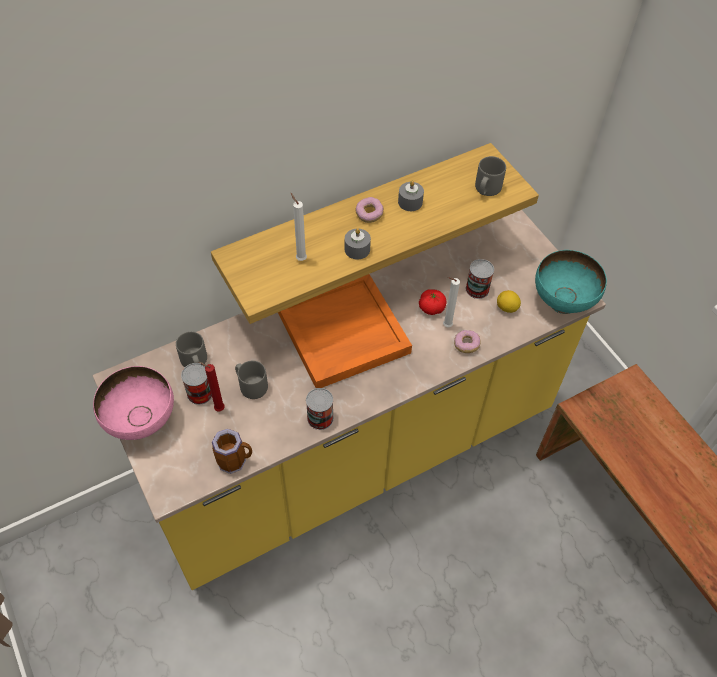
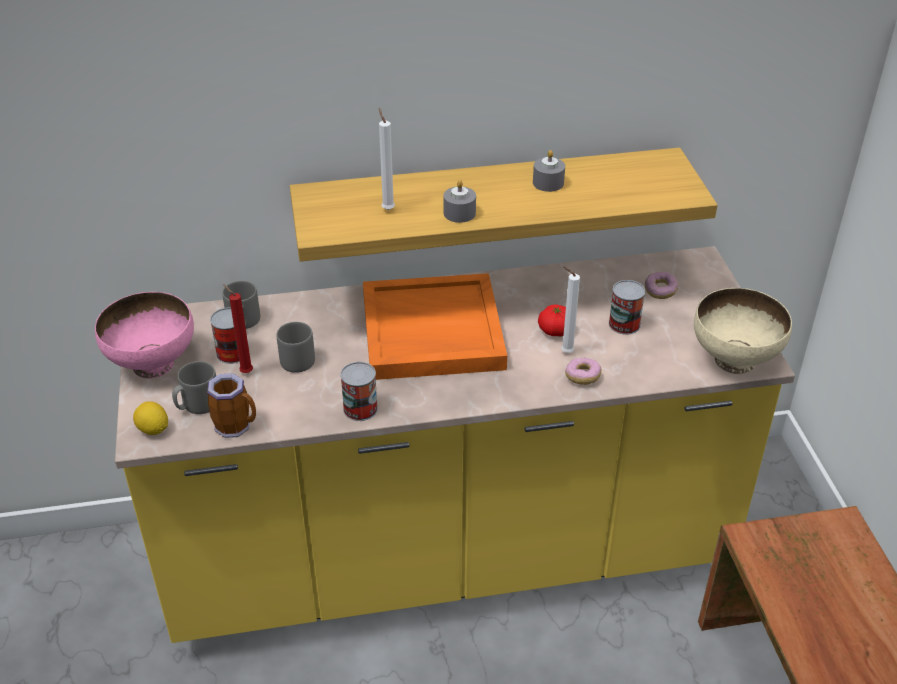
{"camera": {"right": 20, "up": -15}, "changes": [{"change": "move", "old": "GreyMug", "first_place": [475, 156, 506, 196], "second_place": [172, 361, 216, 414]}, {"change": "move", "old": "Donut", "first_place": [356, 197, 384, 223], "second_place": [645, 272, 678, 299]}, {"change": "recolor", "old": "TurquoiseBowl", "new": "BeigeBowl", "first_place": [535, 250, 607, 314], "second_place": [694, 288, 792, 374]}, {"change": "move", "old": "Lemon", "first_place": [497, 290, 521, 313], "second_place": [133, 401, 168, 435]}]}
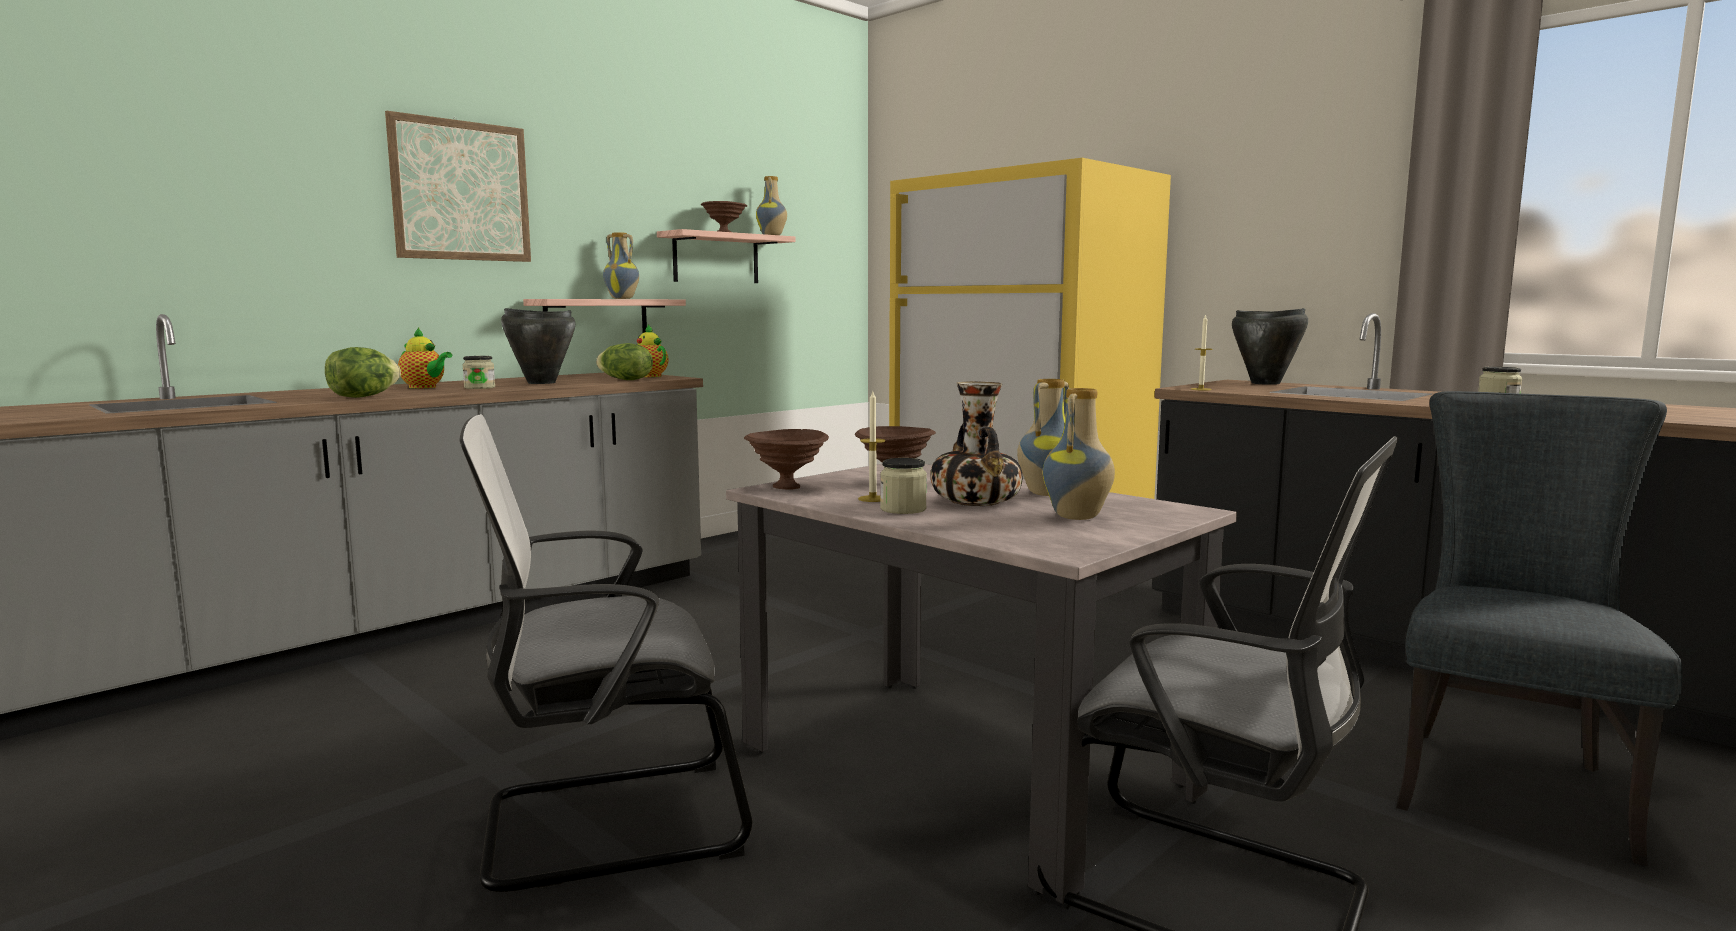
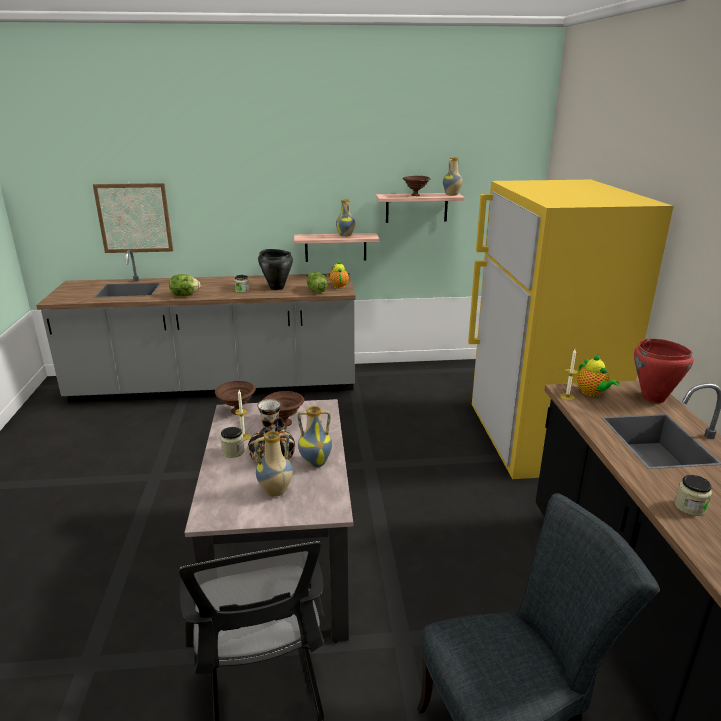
{"camera": {"right": 40, "up": 15}, "changes": [{"change": "move", "old": "Picture", "first_place": [385, 111, 531, 262], "second_place": [93, 183, 173, 253]}, {"change": "recolor", "old": "BlackCookingPot", "new": "RedCookingPot", "first_place": [1232, 308, 1308, 385], "second_place": [634, 339, 693, 403]}, {"change": "move", "old": "Teapot", "first_place": [398, 328, 452, 388], "second_place": [577, 354, 619, 397]}, {"change": "delete", "old": "Chair", "first_place": [460, 414, 753, 892]}]}
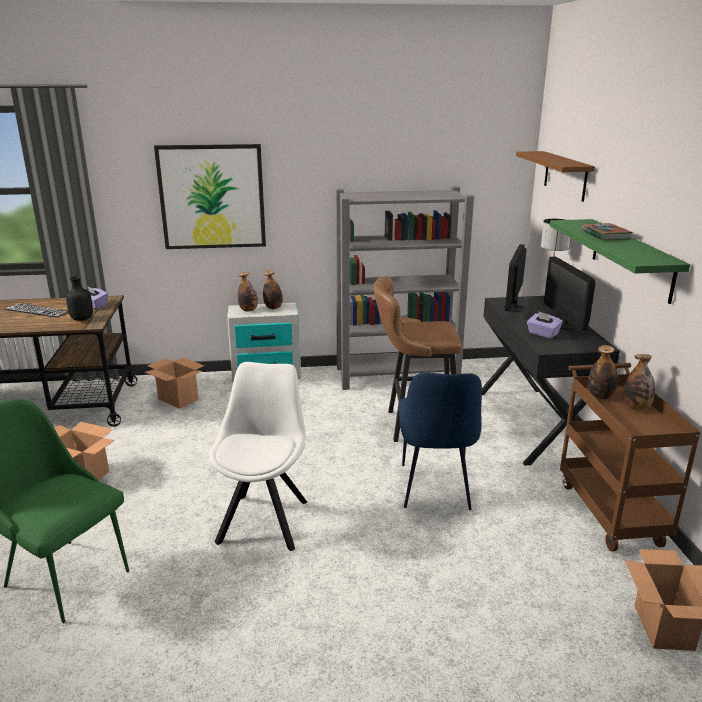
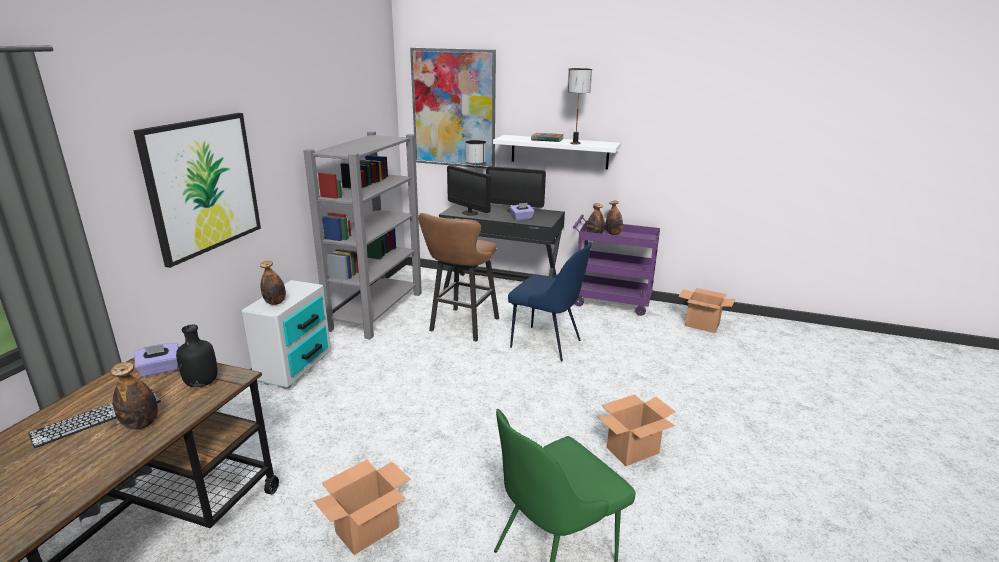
{"camera": {"right": -65, "up": 0}, "changes": [{"change": "replace", "old": "BrownShelf", "new": "Picture", "first_place": [516, 151, 595, 202], "second_place": [410, 48, 496, 169]}, {"change": "recolor", "old": "GreenShelf", "new": "WhiteShelf", "first_place": [550, 219, 690, 304], "second_place": [493, 135, 621, 169]}, {"change": "move", "old": "Bottle", "first_place": [263, 270, 283, 309], "second_place": [110, 362, 158, 430]}, {"change": "move", "old": "CardboardBox", "first_place": [145, 357, 204, 409], "second_place": [598, 394, 676, 466]}, {"change": "delete", "old": "WhiteChair", "first_place": [209, 362, 307, 551]}, {"change": "recolor", "old": "BrownCart", "new": "PurpleCart", "first_place": [560, 363, 700, 551], "second_place": [573, 214, 660, 316]}, {"change": "insert", "new": "TableLamp", "second_place": [567, 68, 592, 145]}]}
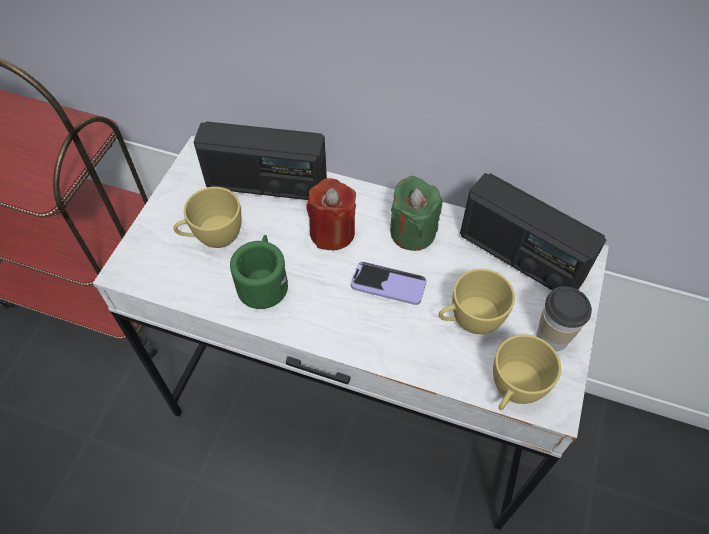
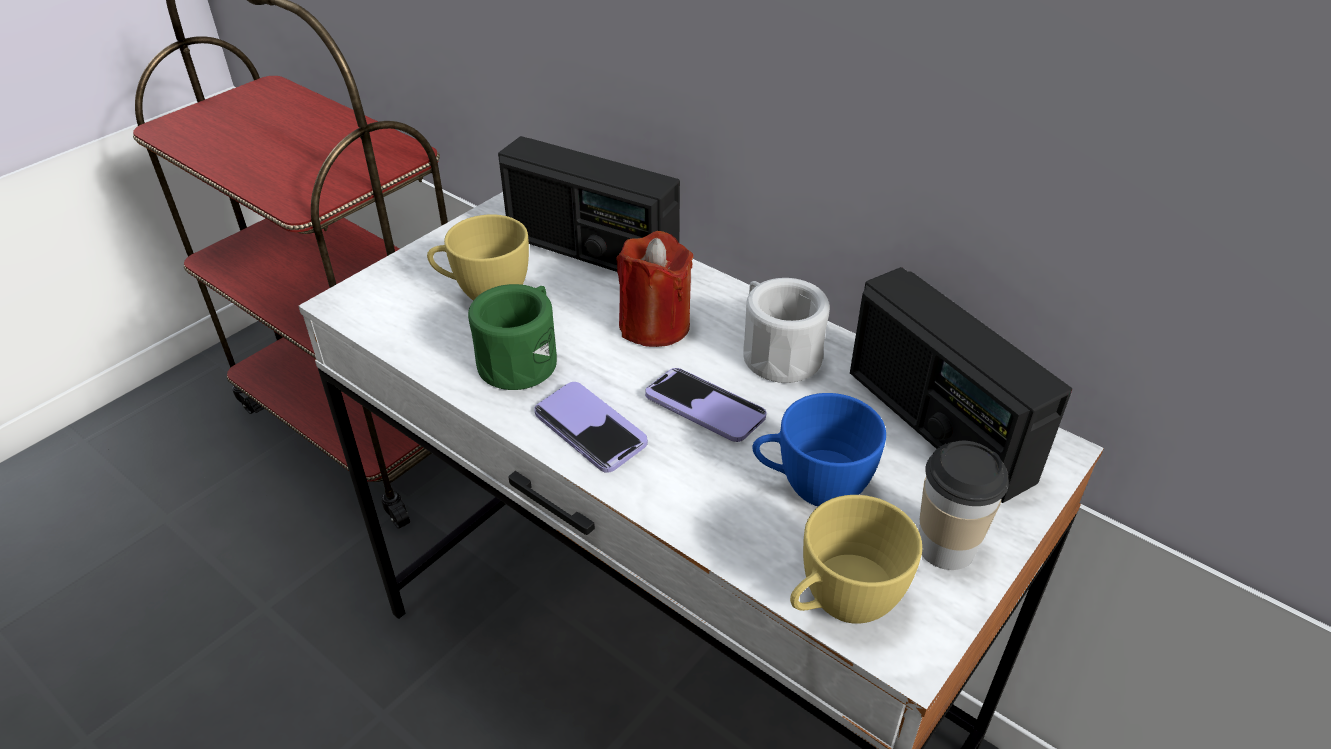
{"camera": {"right": 20, "up": -15}, "changes": [{"change": "replace", "old": "GreenCandle", "new": "WhiteMug", "first_place": [390, 176, 442, 251], "second_place": [743, 278, 830, 383]}, {"change": "recolor", "old": "YellowCup", "new": "BlueCup", "first_place": [439, 269, 515, 334], "second_place": [752, 393, 886, 506]}, {"change": "insert", "new": "Phone", "second_place": [534, 382, 648, 473]}]}
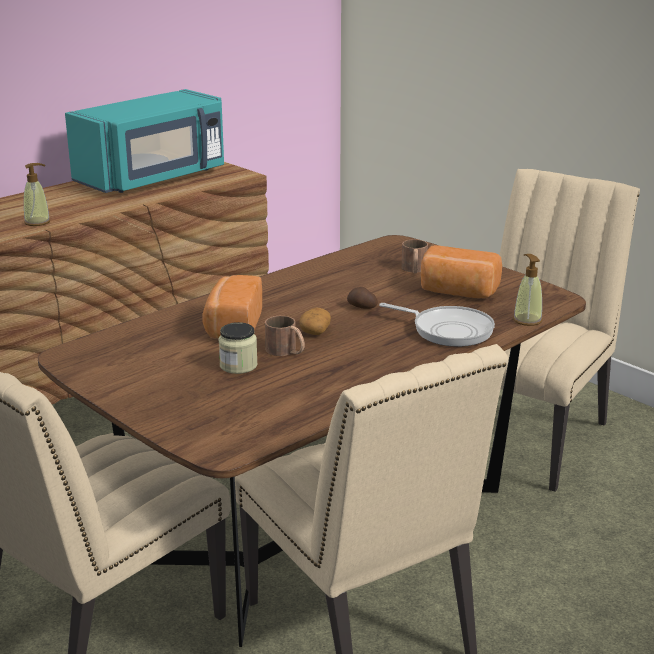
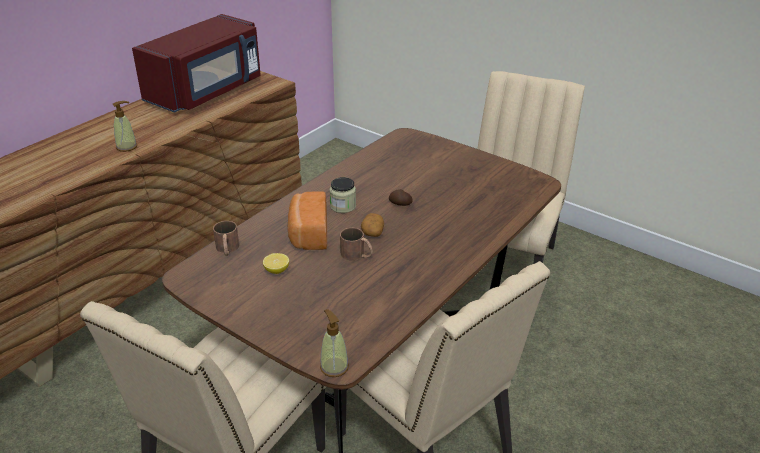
{"camera": {"right": -10, "up": 10}, "changes": [{"change": "recolor", "old": "TurquoiseMicrowave", "new": "RedMicrowave", "first_place": [65, 89, 224, 193], "second_place": [132, 14, 261, 113]}, {"change": "move", "old": "BrownMug", "first_place": [402, 239, 428, 273], "second_place": [213, 221, 239, 256]}, {"change": "delete", "old": "Bread", "first_place": [421, 245, 502, 298]}, {"change": "move", "old": "SoapDispenser", "first_place": [513, 254, 542, 326], "second_place": [320, 309, 349, 377]}, {"change": "delete", "old": "FryingPan", "first_place": [379, 303, 495, 347]}, {"change": "move", "old": "Jar", "first_place": [218, 322, 258, 374], "second_place": [330, 177, 356, 213]}, {"change": "insert", "new": "Lemon", "second_place": [263, 253, 289, 274]}]}
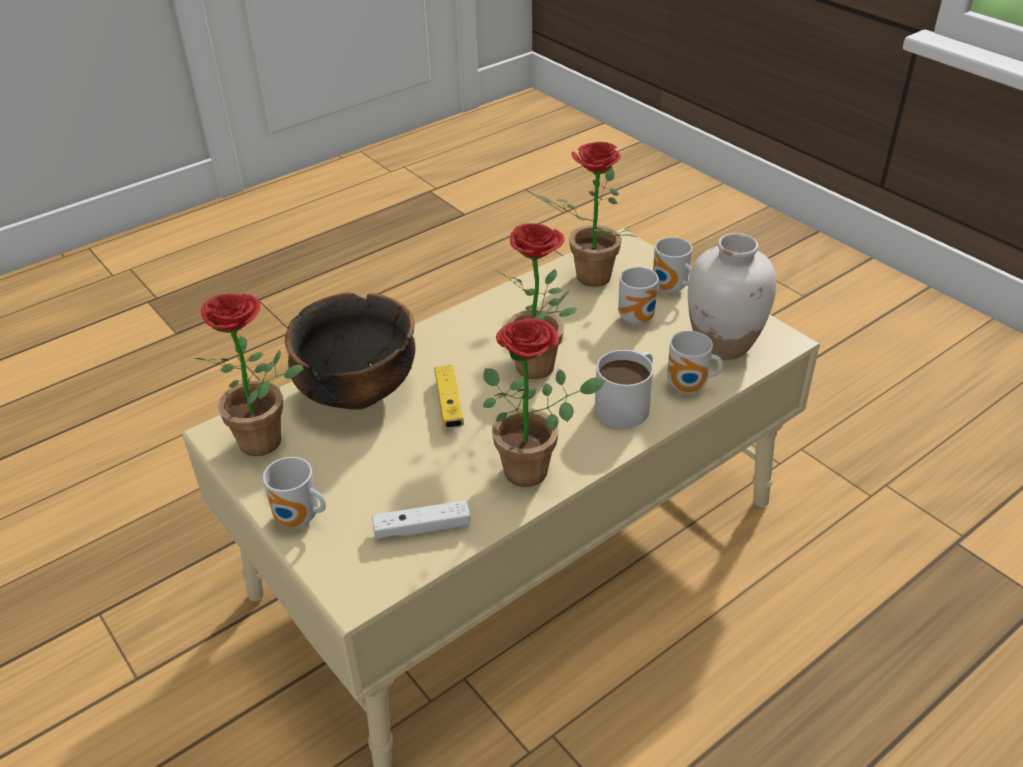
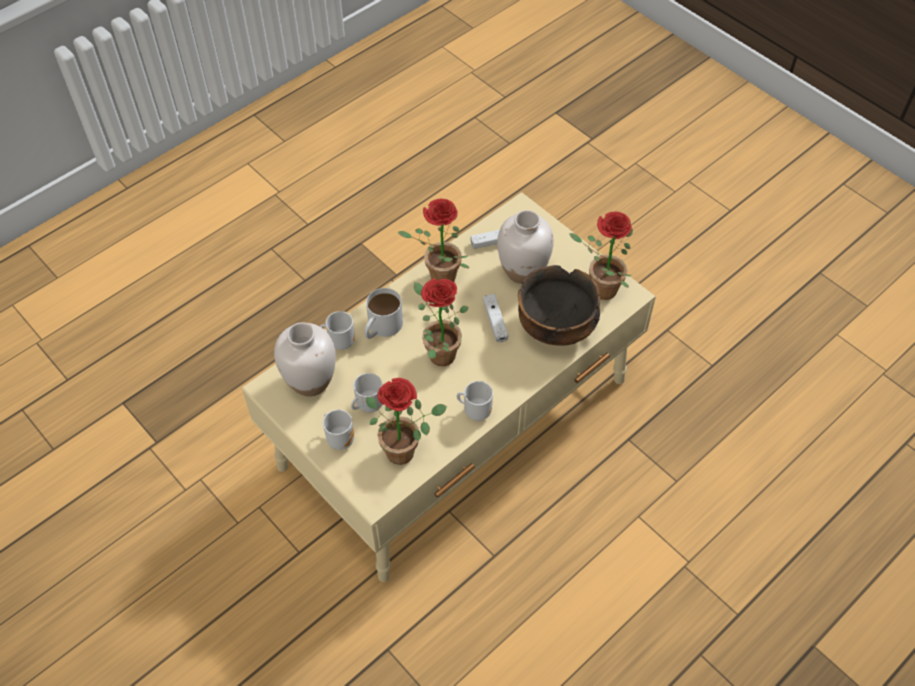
{"camera": {"right": 175, "up": 15}, "changes": [{"change": "recolor", "old": "YellowGameController", "new": "WhiteGameController", "first_place": [435, 365, 464, 429], "second_place": [483, 294, 508, 342]}, {"change": "move", "old": "Mug", "first_place": [263, 457, 326, 527], "second_place": [457, 381, 493, 421]}, {"change": "insert", "new": "WhiteVase", "second_place": [497, 210, 554, 284]}]}
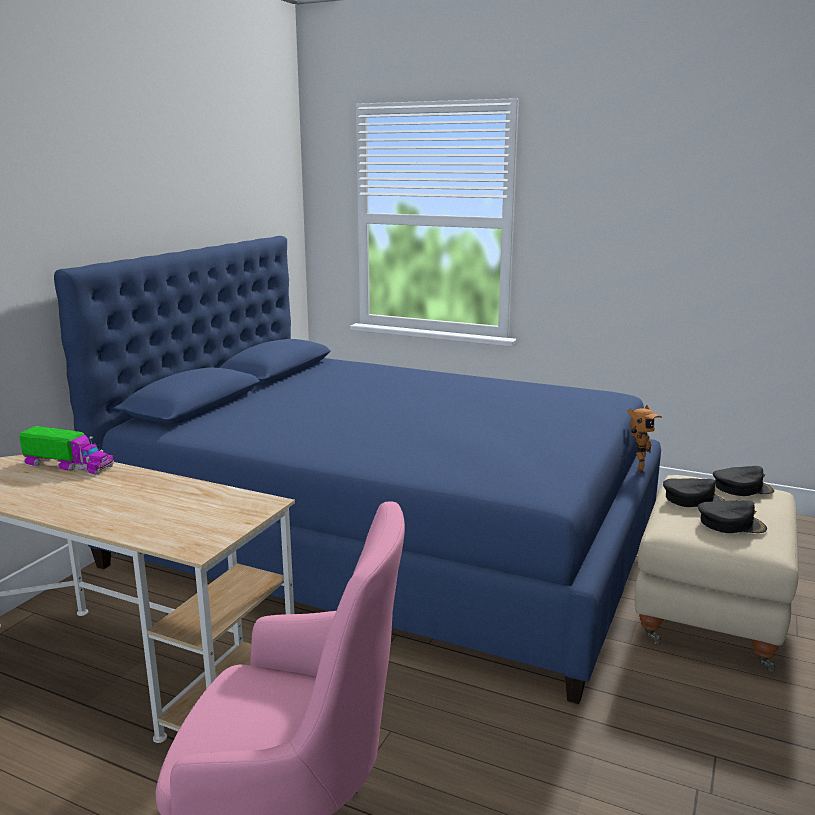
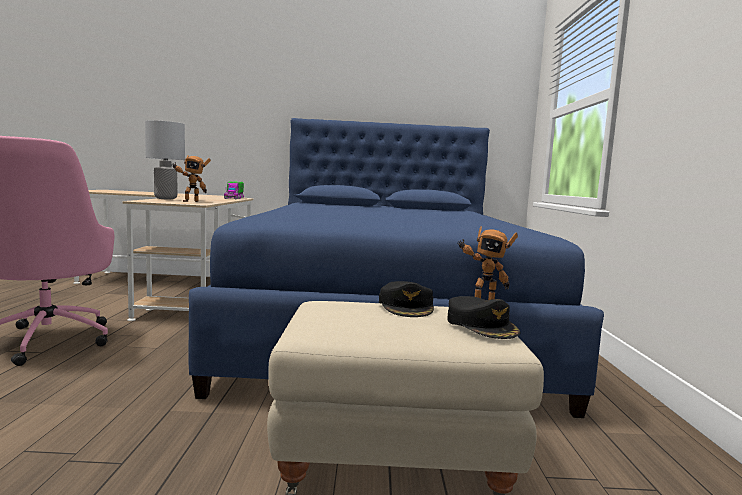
{"camera": {"right": 65, "up": -10}, "changes": [{"change": "delete", "old": "BlackCap", "first_place": [698, 500, 767, 533]}, {"change": "insert", "new": "GreyTableLamp", "second_place": [145, 120, 185, 199]}, {"change": "insert", "new": "ToyRobot", "second_place": [172, 155, 211, 202]}]}
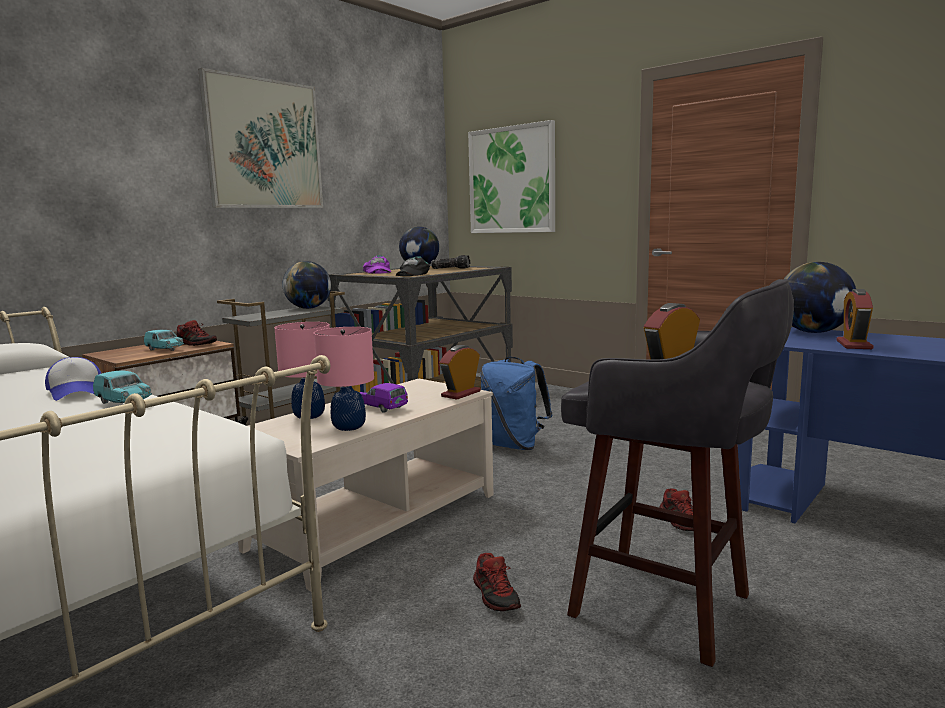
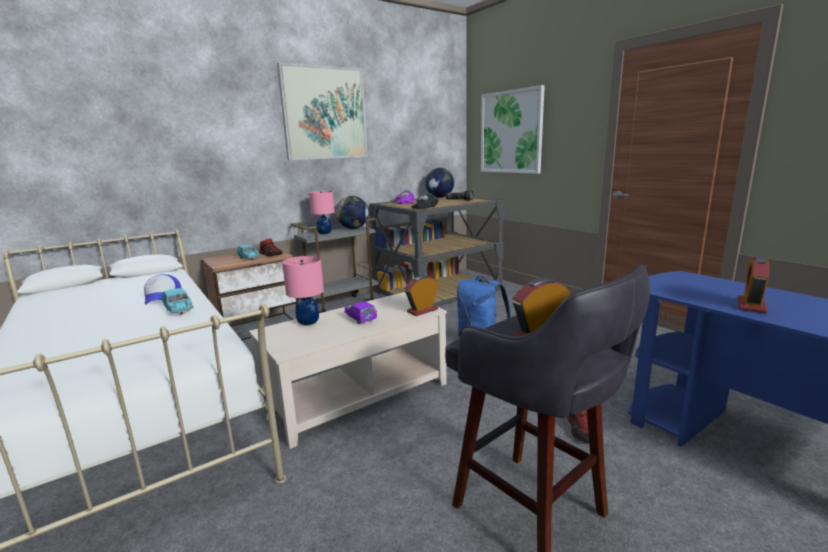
{"camera": {"right": 15, "up": 5}, "changes": [{"change": "delete", "old": "Globe", "first_place": [784, 262, 856, 333]}, {"change": "move", "old": "PinkTableLamp", "first_place": [314, 327, 374, 431], "second_place": [309, 191, 335, 234]}, {"change": "delete", "old": "Shoe", "first_place": [473, 553, 521, 611]}]}
